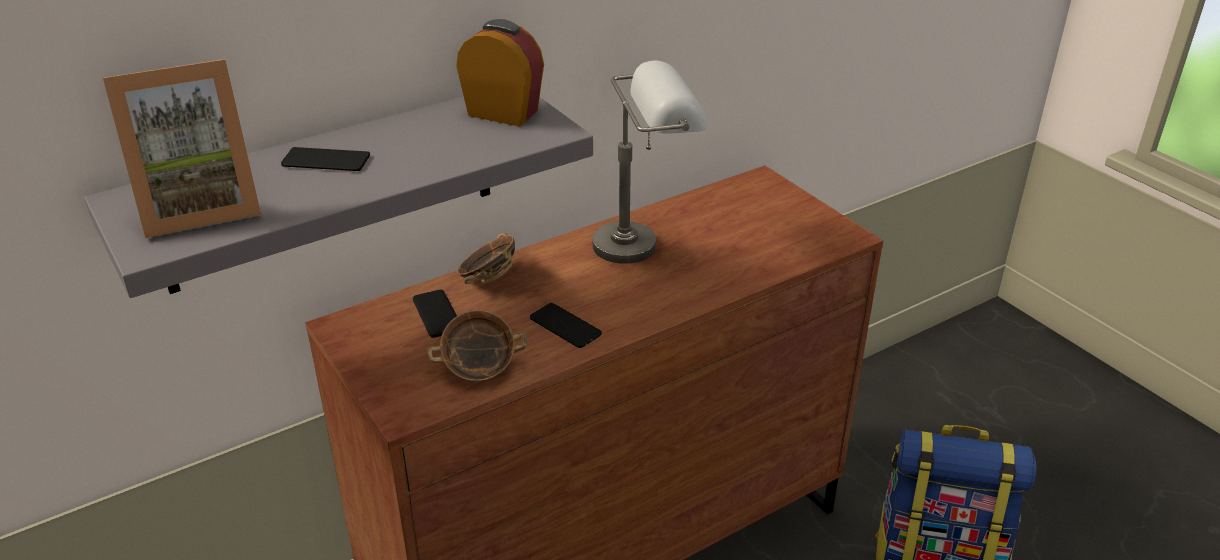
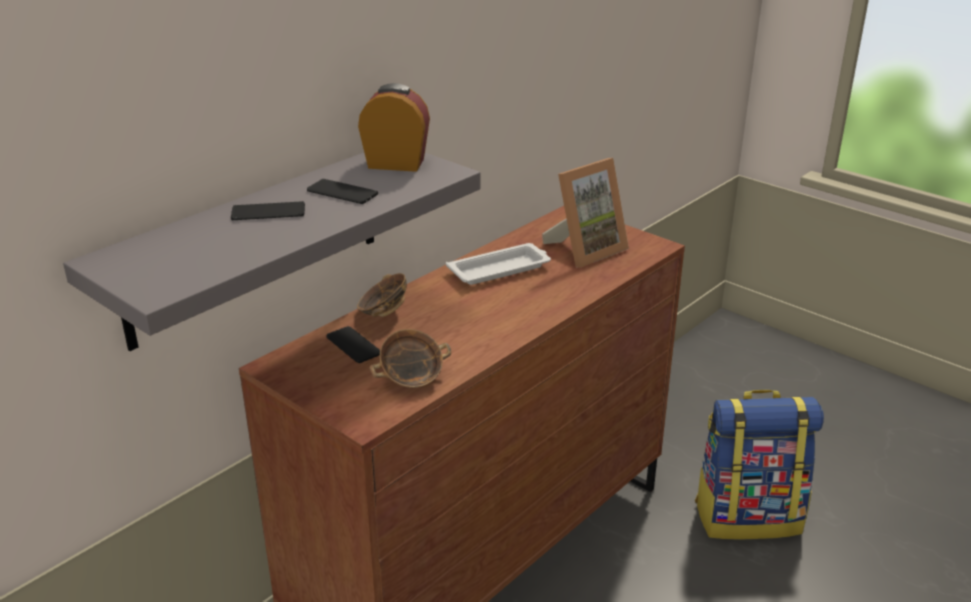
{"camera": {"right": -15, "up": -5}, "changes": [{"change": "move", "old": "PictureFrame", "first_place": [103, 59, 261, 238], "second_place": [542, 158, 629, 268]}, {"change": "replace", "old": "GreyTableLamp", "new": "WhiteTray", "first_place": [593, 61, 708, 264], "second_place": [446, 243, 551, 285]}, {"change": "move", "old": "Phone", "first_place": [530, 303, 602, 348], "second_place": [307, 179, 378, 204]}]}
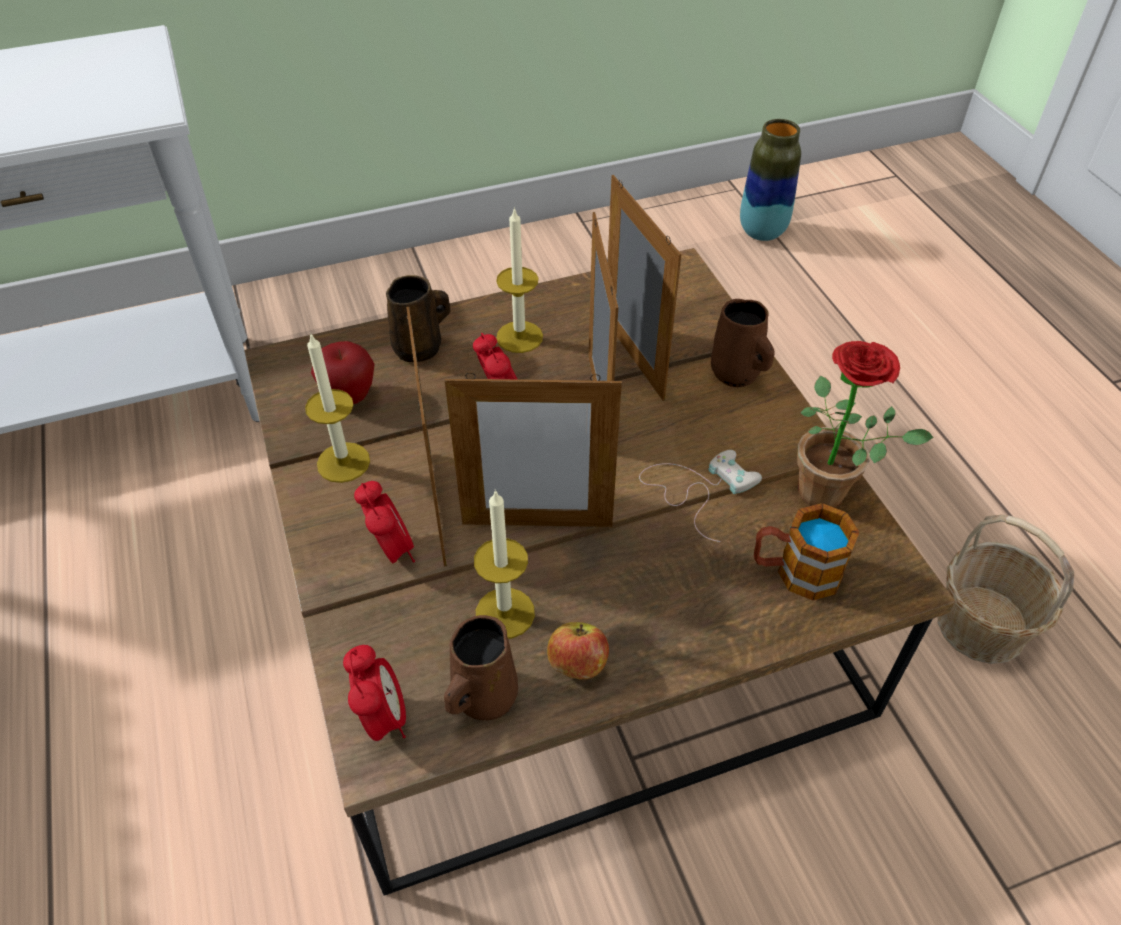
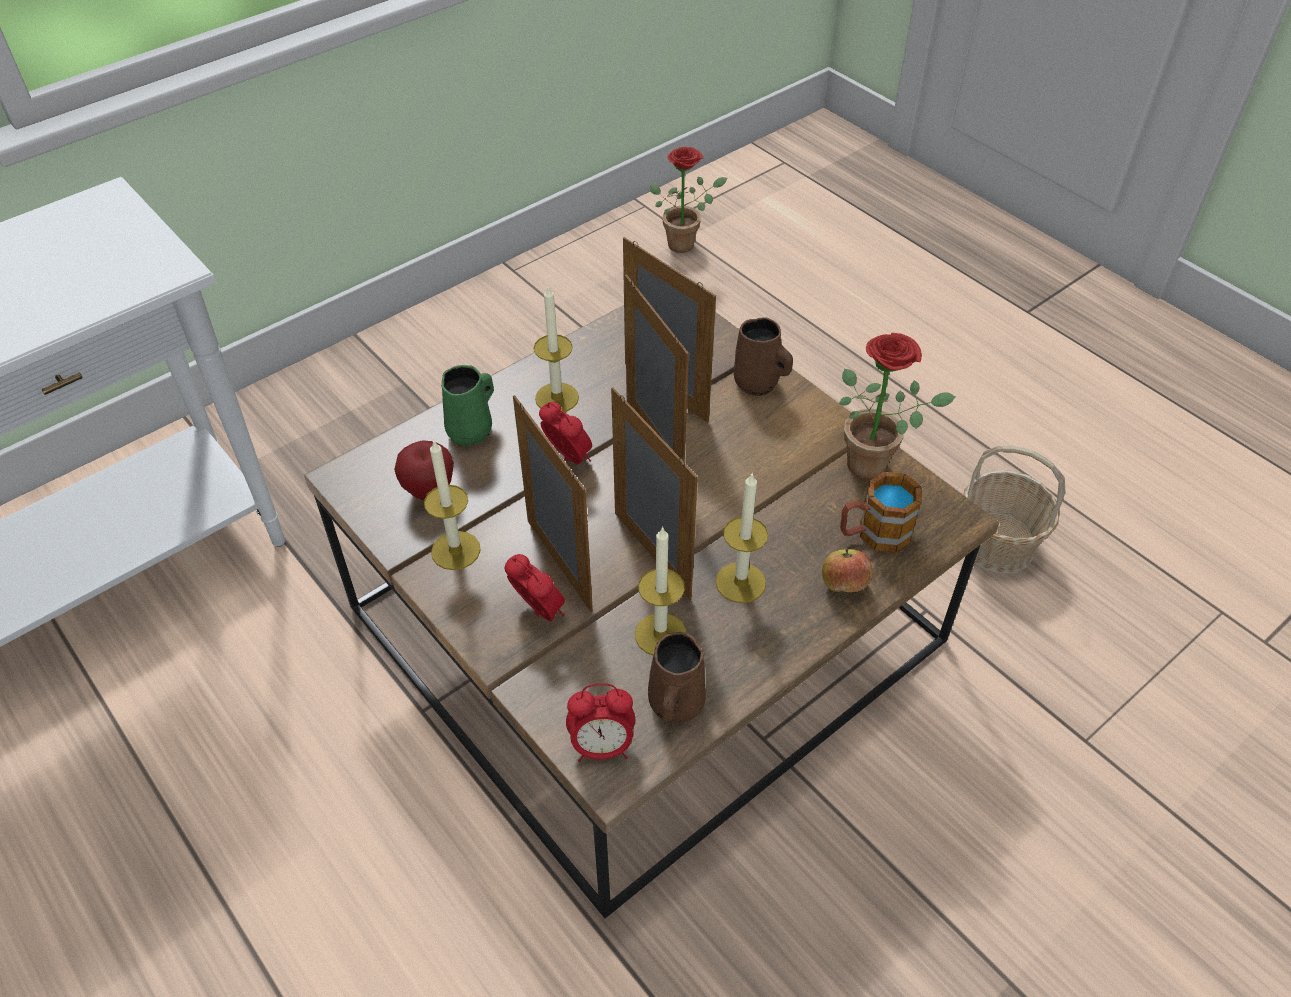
{"camera": {"right": -20, "up": 0}, "changes": [{"change": "replace", "old": "Vase", "new": "PottedPlant", "first_place": [740, 119, 801, 241], "second_place": [650, 147, 727, 253]}, {"change": "recolor", "old": "BrownMug", "new": "GreenMug", "first_place": [386, 275, 450, 362], "second_place": [441, 365, 494, 446]}, {"change": "rotate", "old": "PictureFrame", "first_place": [445, 372, 622, 527], "second_place": [611, 387, 698, 601], "degrees": -105}, {"change": "delete", "old": "WhiteGameController", "first_place": [639, 450, 762, 542]}, {"change": "move", "old": "Apple", "first_place": [547, 622, 609, 679], "second_place": [822, 549, 872, 592]}, {"change": "rotate", "old": "AlarmClock", "first_place": [343, 645, 406, 741], "second_place": [566, 683, 635, 762], "degrees": 120}, {"change": "insert", "new": "Candle", "second_place": [716, 472, 768, 603]}]}
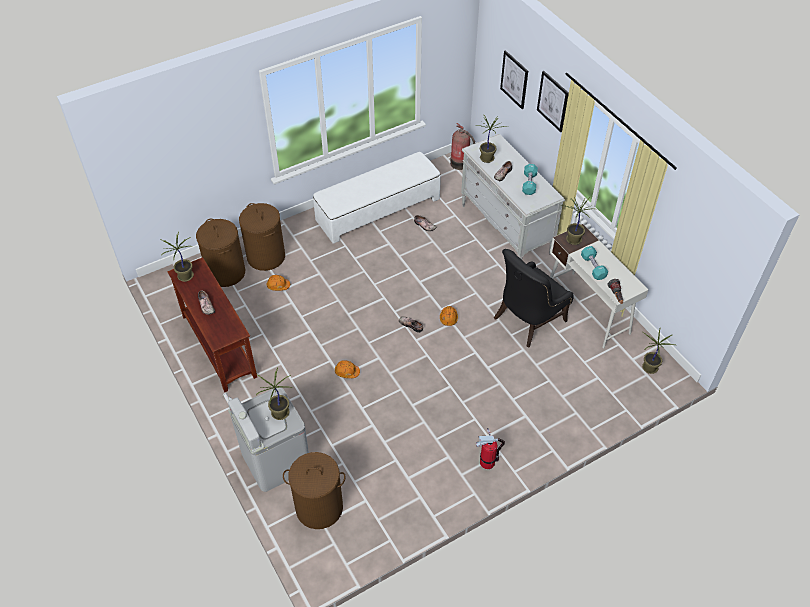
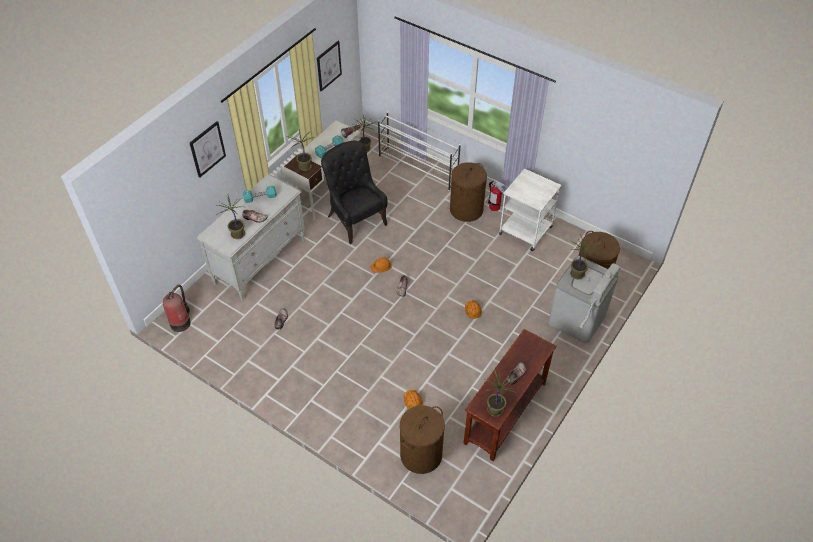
{"camera": {"right": -115, "up": 0}, "changes": [{"change": "move", "old": "Picture", "first_place": [500, 50, 528, 109], "second_place": [317, 41, 342, 91]}, {"change": "delete", "old": "WhiteBench", "first_place": [313, 152, 441, 244]}, {"change": "move", "old": "BrownLaundryBasket", "first_place": [239, 203, 285, 271], "second_place": [450, 162, 487, 222]}, {"change": "rotate", "old": "BlackChair", "first_place": [494, 249, 574, 348], "second_place": [321, 141, 388, 244], "degrees": -150}, {"change": "insert", "new": "WhiteShoeRack", "second_place": [378, 111, 461, 191]}, {"change": "insert", "new": "WhiteCart", "second_place": [499, 168, 562, 251]}]}
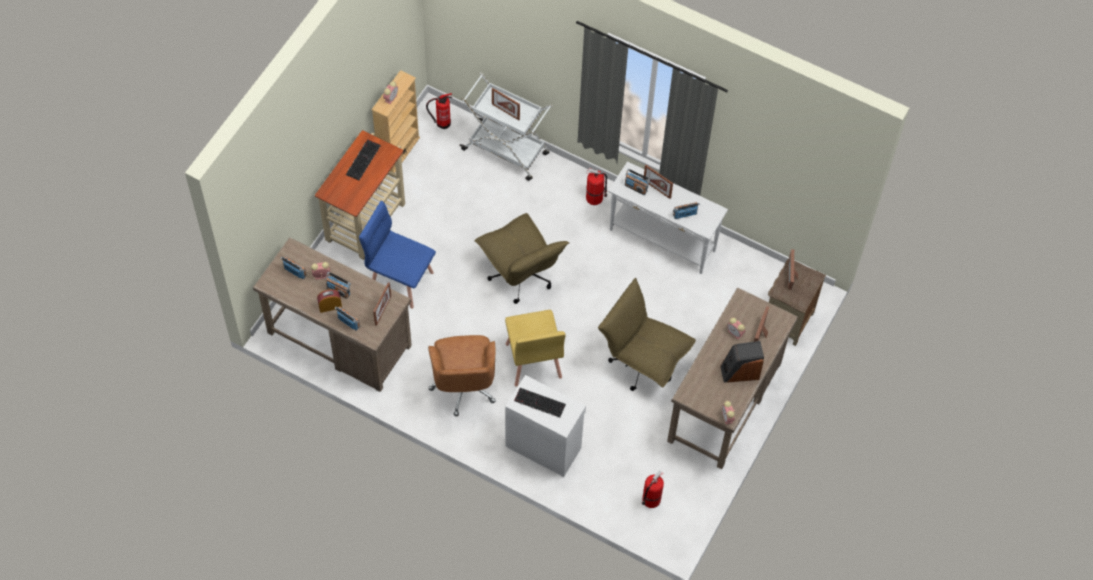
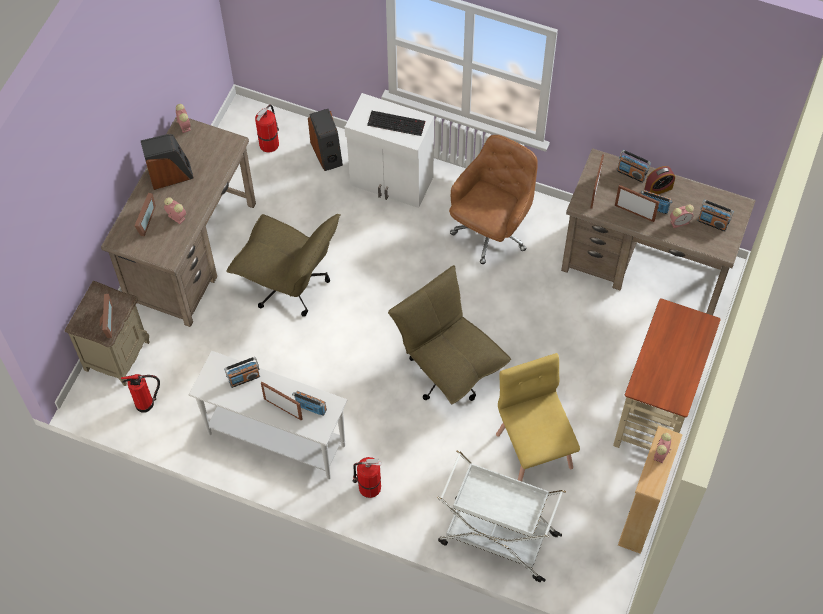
{"camera": {"right": 175, "up": 0}, "changes": [{"change": "move", "old": "PictureFrame", "first_place": [492, 88, 520, 120], "second_place": [615, 185, 659, 222]}, {"change": "move", "old": "FireExtinguisher", "first_place": [426, 93, 452, 129], "second_place": [121, 374, 160, 413]}, {"change": "delete", "old": "Keyboard", "first_place": [346, 140, 381, 180]}, {"change": "delete", "old": "BlueChair", "first_place": [359, 201, 436, 309]}, {"change": "move", "old": "YellowChair", "first_place": [505, 310, 566, 386], "second_place": [496, 353, 580, 481]}, {"change": "rotate", "old": "BrownOfficeChair", "first_place": [428, 335, 496, 416], "second_place": [449, 135, 538, 264], "degrees": 45}, {"change": "insert", "new": "Speaker", "second_place": [308, 109, 343, 171]}]}
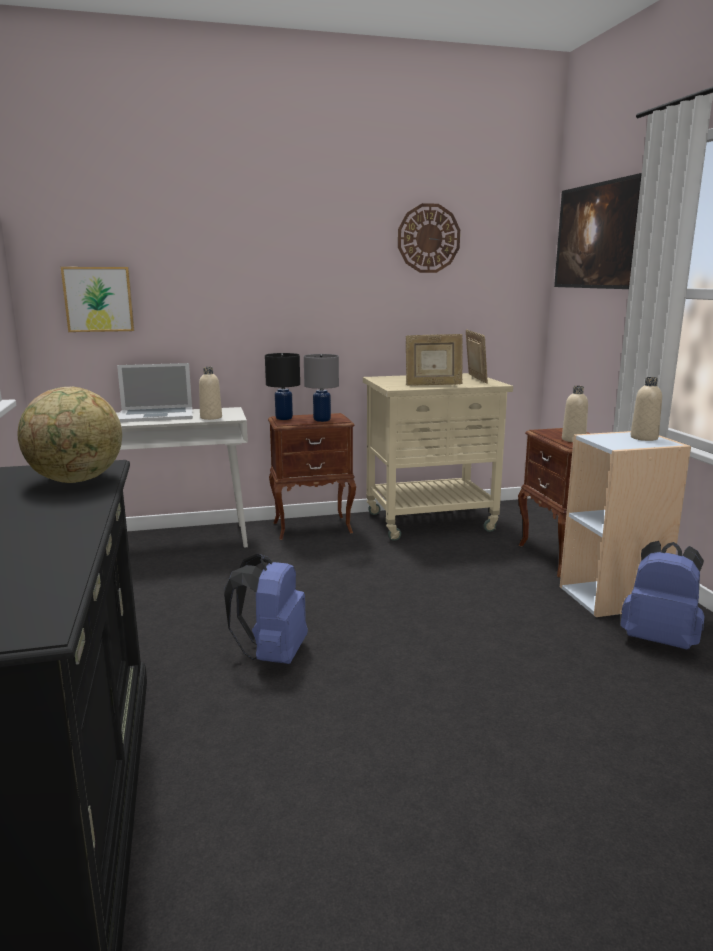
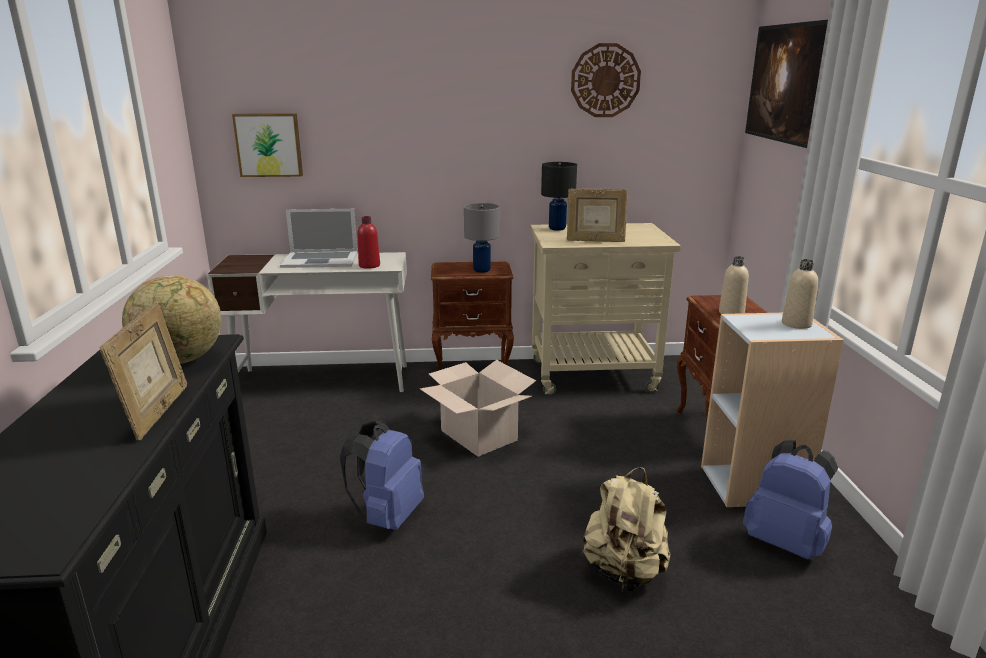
{"camera": {"right": 10, "up": 5}, "changes": [{"change": "move", "old": "PictureFrame", "first_place": [466, 330, 488, 384], "second_place": [100, 302, 187, 441]}, {"change": "move", "old": "BlackTableLamp", "first_place": [265, 353, 300, 420], "second_place": [541, 162, 577, 231]}, {"change": "recolor", "old": "BeigeBottle", "new": "RedBottle", "first_place": [199, 367, 222, 420], "second_place": [357, 216, 380, 269]}, {"change": "insert", "new": "CardboardBox", "second_place": [420, 360, 536, 457]}, {"change": "insert", "new": "BeigeBackpack", "second_place": [583, 467, 670, 592]}]}
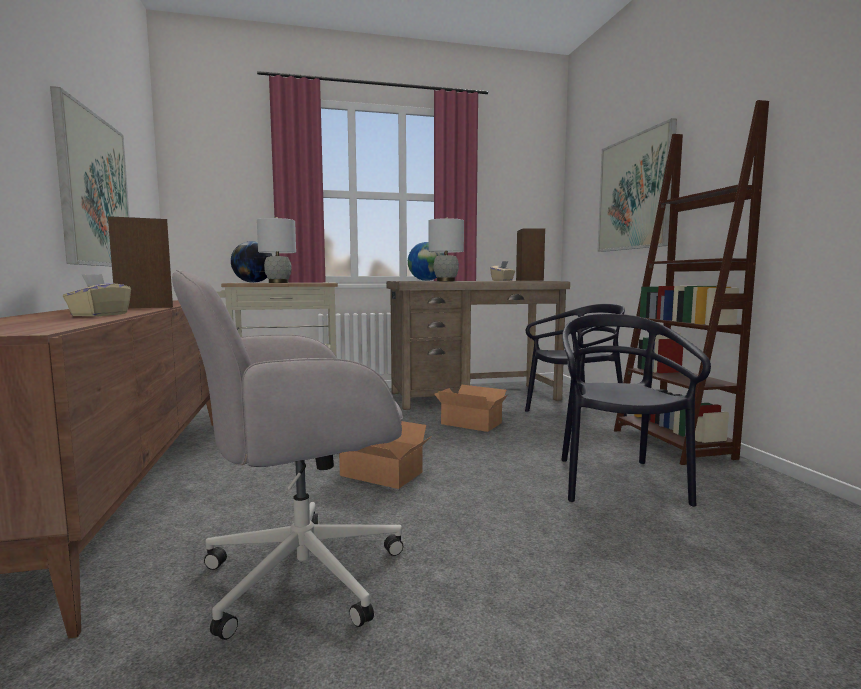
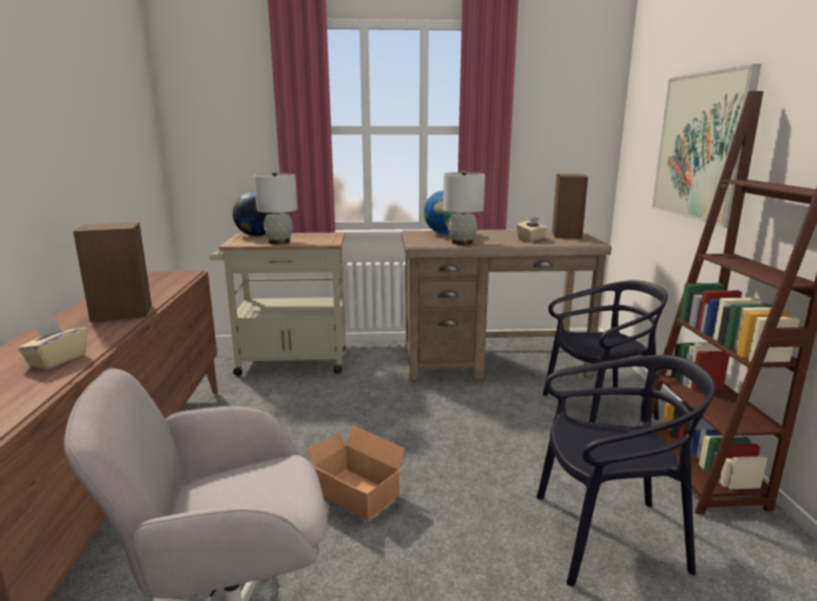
{"camera": {"right": 10, "up": 10}, "changes": [{"change": "delete", "old": "Picture", "first_place": [50, 86, 130, 266]}, {"change": "rotate", "old": "BlackChair", "first_place": [561, 314, 711, 507], "second_place": [536, 355, 716, 586], "degrees": 75}, {"change": "delete", "old": "CardboardBox", "first_place": [435, 385, 508, 432]}]}
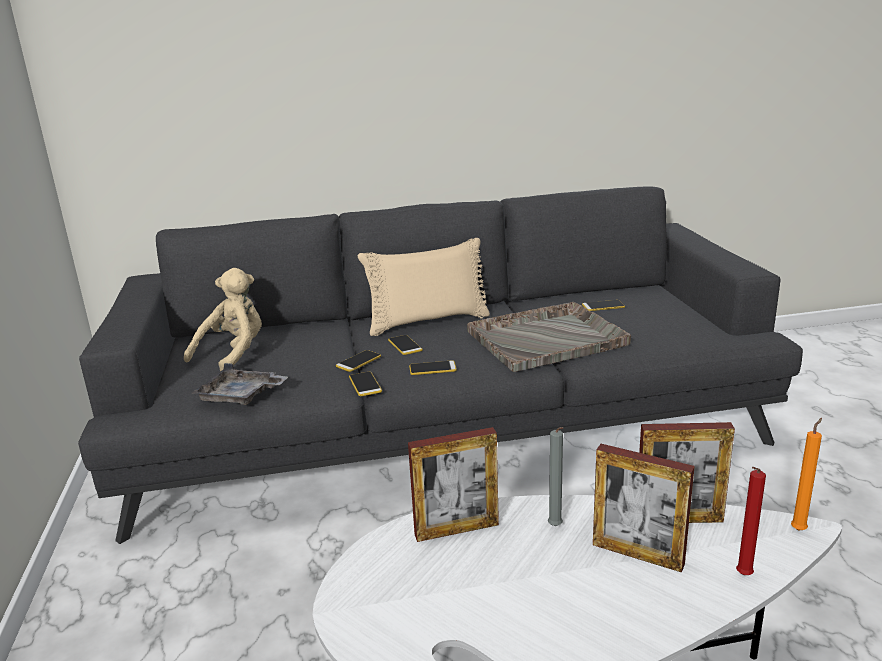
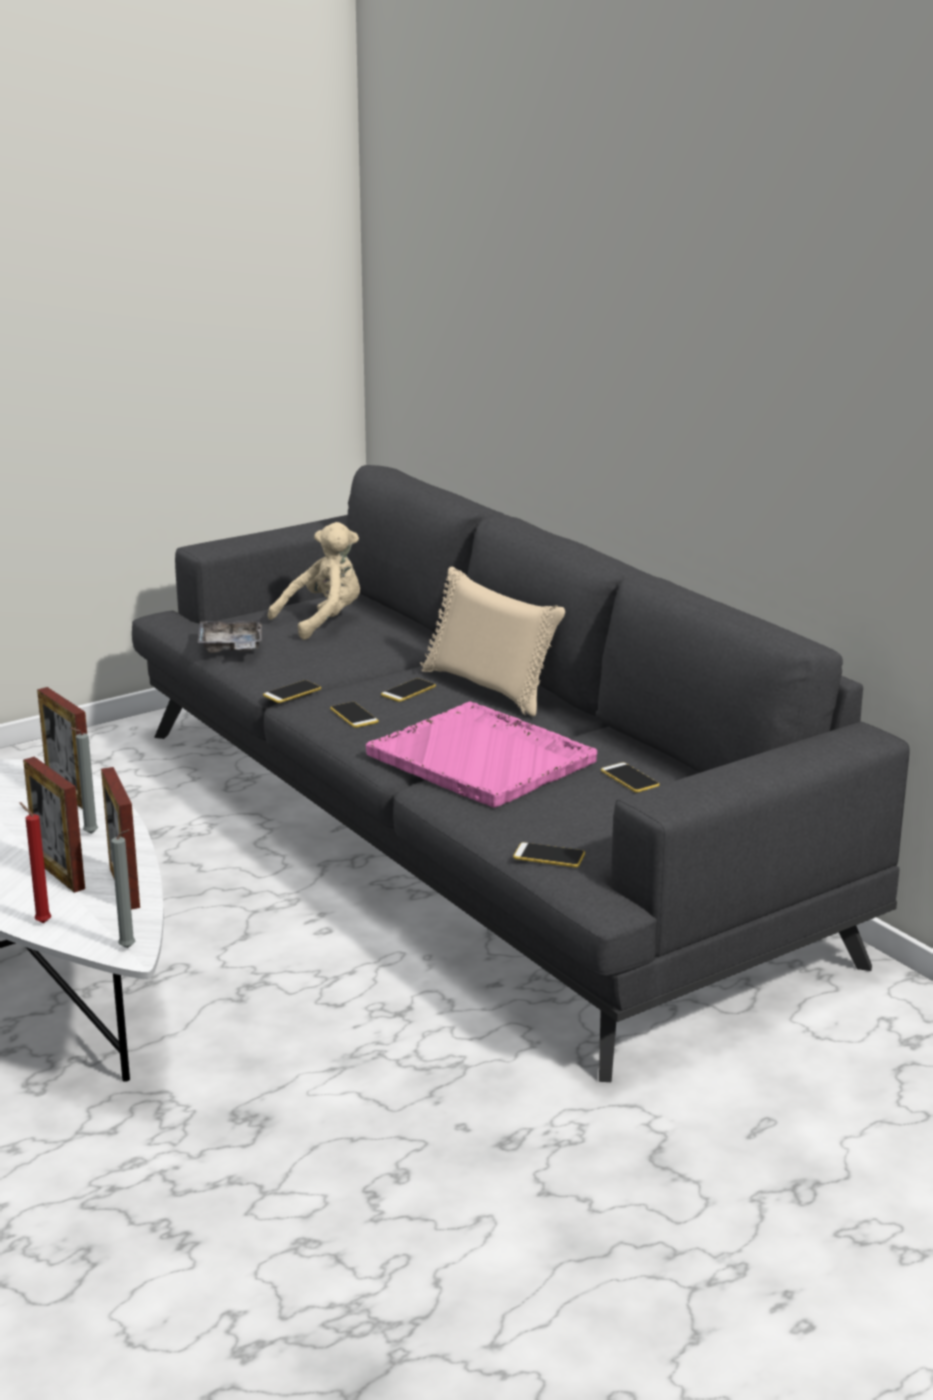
{"camera": {"right": 65, "up": 0}, "changes": [{"change": "rotate", "old": "BeigePlushToy", "first_place": [184, 268, 262, 372], "second_place": [268, 522, 360, 640], "degrees": -45}, {"change": "recolor", "old": "GreyTray", "new": "PinkTray", "first_place": [467, 302, 631, 372], "second_place": [366, 702, 597, 808]}, {"change": "move", "old": "Phone", "first_place": [335, 350, 381, 372], "second_place": [513, 842, 585, 867]}, {"change": "recolor", "old": "OrangeCandle", "new": "GreyCandle", "first_place": [791, 418, 822, 531], "second_place": [111, 829, 135, 948]}, {"change": "rotate", "old": "PictureFrame", "first_place": [593, 444, 695, 573], "second_place": [23, 757, 85, 893], "degrees": -45}]}
